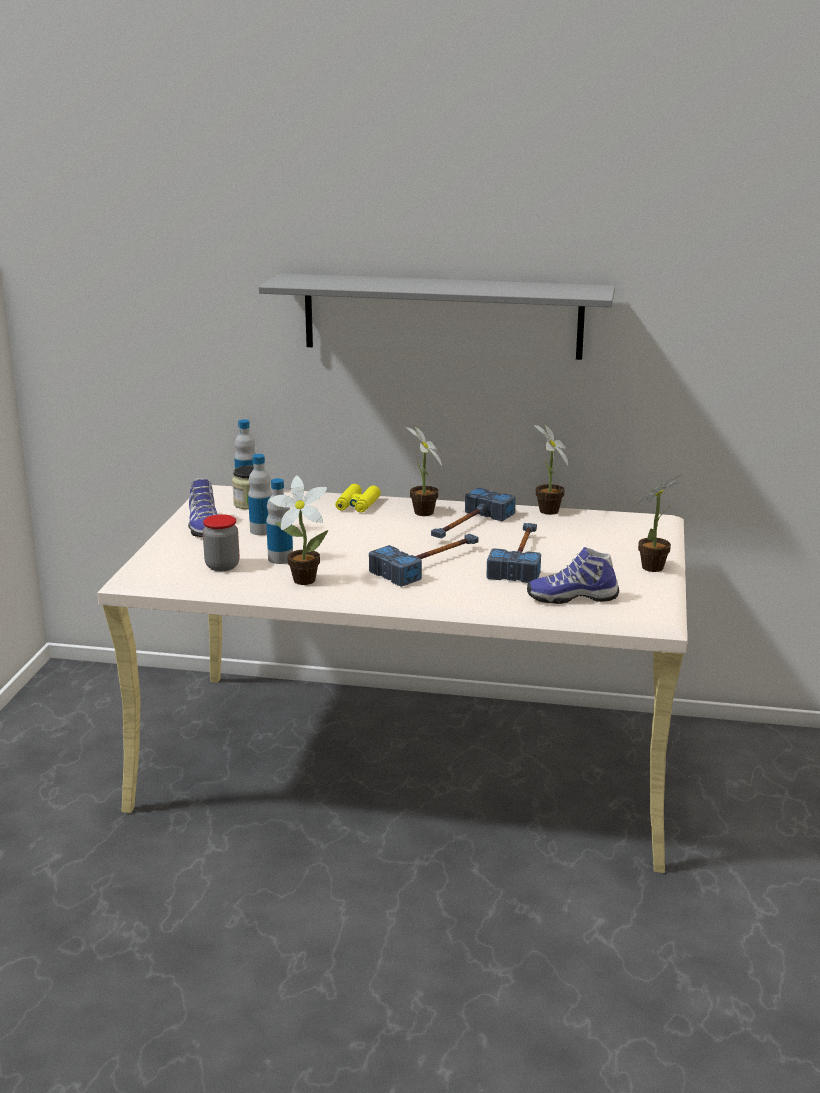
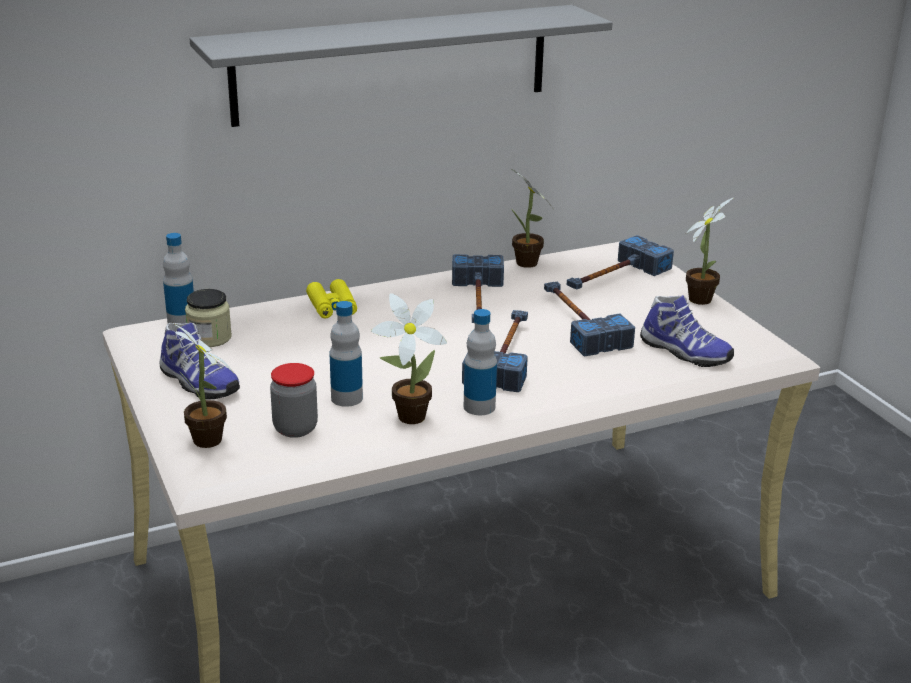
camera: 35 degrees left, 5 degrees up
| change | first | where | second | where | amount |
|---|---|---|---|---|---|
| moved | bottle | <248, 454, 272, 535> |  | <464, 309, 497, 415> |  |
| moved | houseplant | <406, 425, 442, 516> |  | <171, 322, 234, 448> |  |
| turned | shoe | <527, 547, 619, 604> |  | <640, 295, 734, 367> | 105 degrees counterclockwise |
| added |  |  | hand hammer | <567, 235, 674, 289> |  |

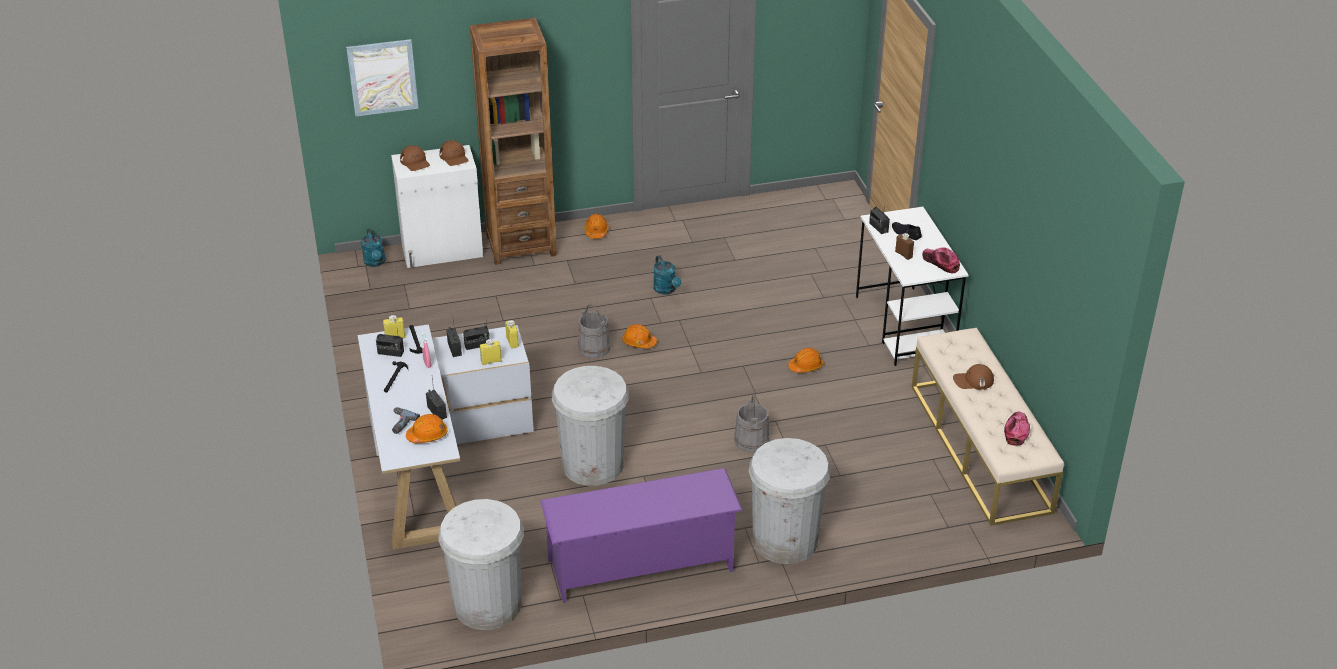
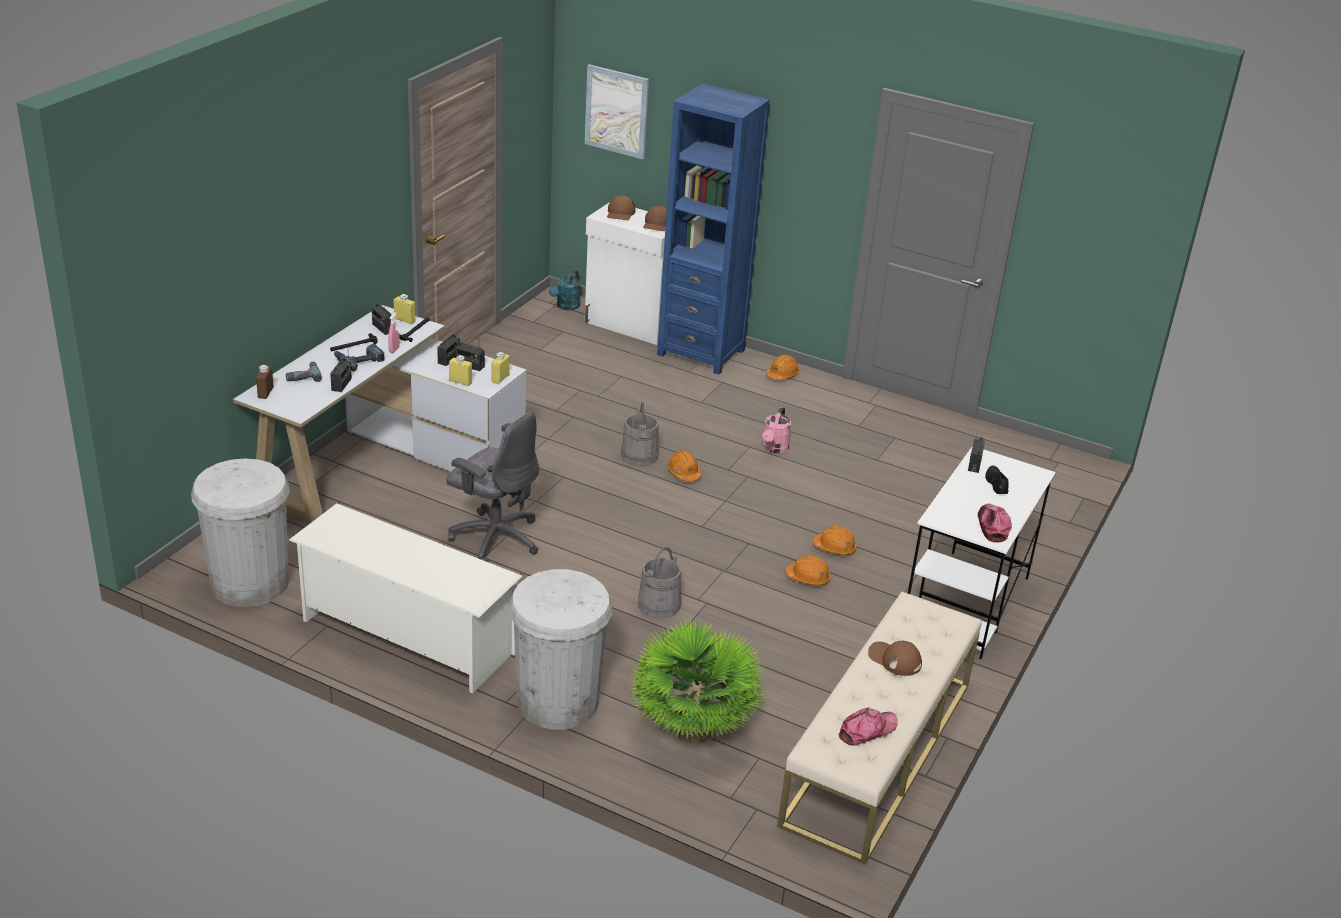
camera: 40 degrees right, 5 degrees down
| change | first | where | second | where | amount |
|---|---|---|---|---|---|
| moved | safety helmet (orange-coloured) | <406, 414, 448, 443> |  | <813, 526, 857, 555> |  |
| recoloured | bookshelf (brown) | <470, 18, 557, 265> | bookshelf (bluish) | <657, 83, 770, 375> |  |
| recoloured | shoe rack (purplish) | <540, 468, 743, 603> | shoe rack (whitish) | <289, 503, 522, 693> |  |
| replaced | waste bin (whitish) | <552, 366, 629, 486> | office chair (greyish) | <447, 412, 539, 562> |  |
| recoloured | watering pot (turquoise-coloured) | <653, 255, 681, 294> | watering pot (pink) | <762, 407, 791, 453> |  |
| moved | bottle (brown) | <895, 233, 914, 260> |  | <256, 365, 274, 399> |  |
| added |  |  | electric drill | <334, 344, 384, 371> |  |
| added |  |  | houseplant | <629, 620, 766, 745> |  |

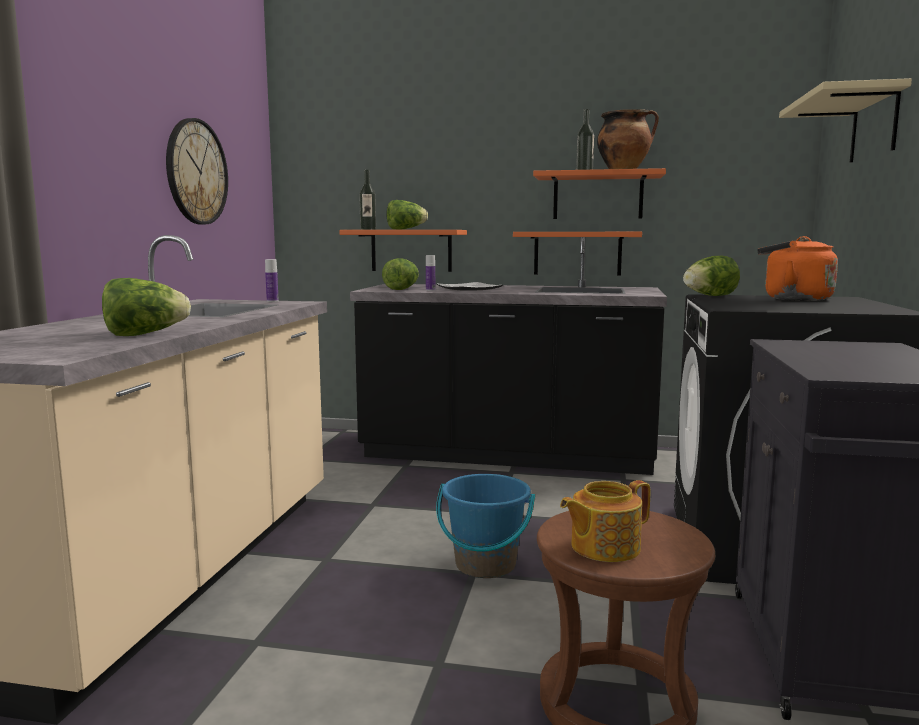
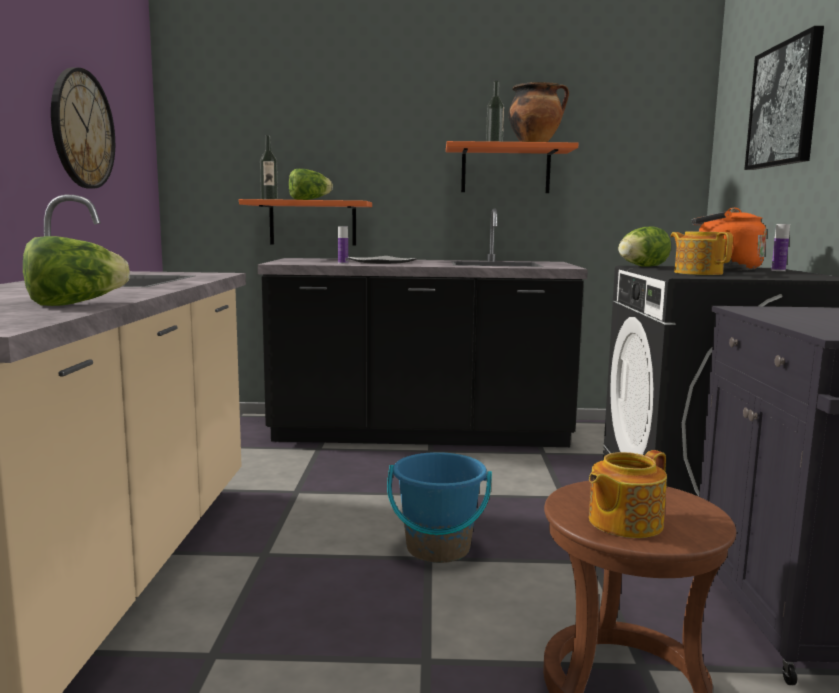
camera: 10 degrees left, 0 degrees up
| change | first | where | second | where | amount |
|---|---|---|---|---|---|
| moved | bottle | <265, 259, 279, 302> |  | <771, 224, 790, 271> |  |
| removed | lettuce head | <382, 258, 419, 290> |  |  |  |
| removed | bracket shelf (orange-coloured) | <513, 232, 642, 276> |  |  |  |
| replaced | bracket shelf (beige) | <779, 78, 912, 163> | picture | <744, 26, 824, 170> |  |
| added |  |  | teapot | <671, 231, 733, 275> |  |

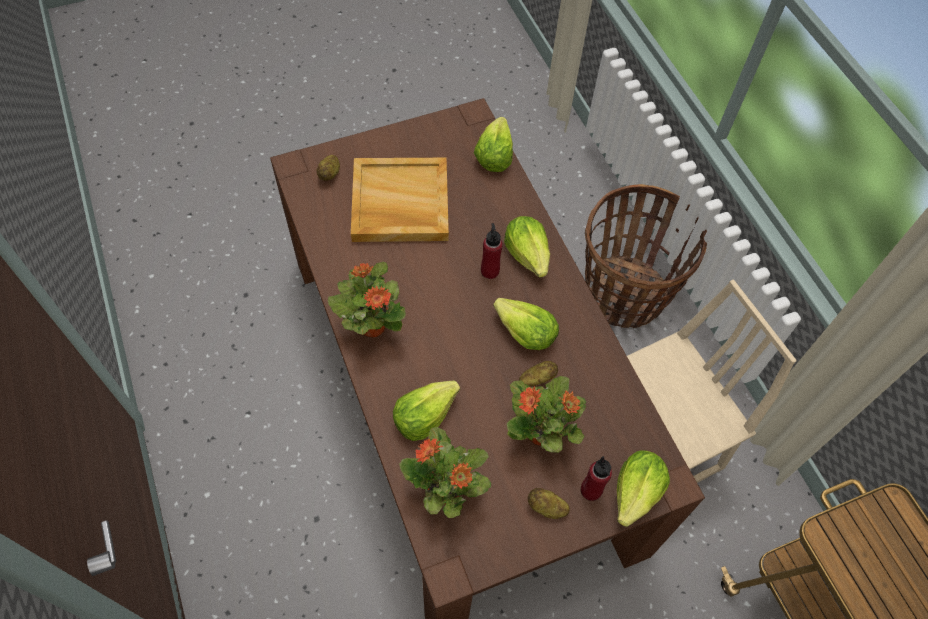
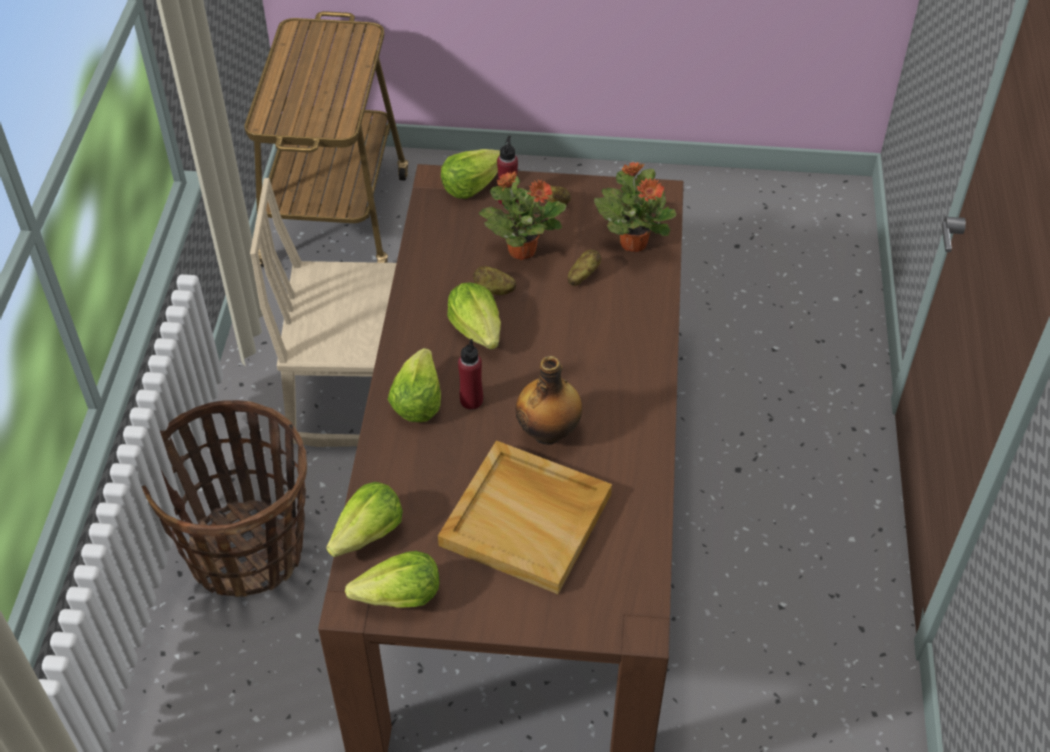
camera: 150 degrees left, 10 degrees down
| change | first | where | second | where | amount |
|---|---|---|---|---|---|
| moved | whole potato | <317, 155, 340, 181> |  | <568, 250, 601, 286> |  |
| removed | houseplant | <328, 262, 406, 337> |  |  |  |
| moved | lettuce head | <393, 380, 460, 441> |  | <345, 551, 440, 608> |  |
| added |  |  | bottle | <516, 356, 582, 445> |  |

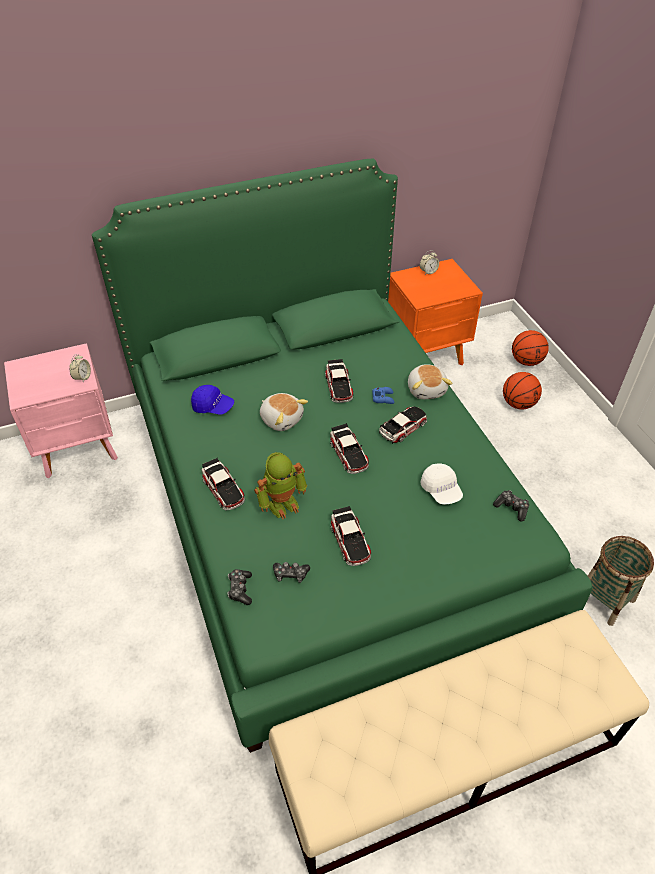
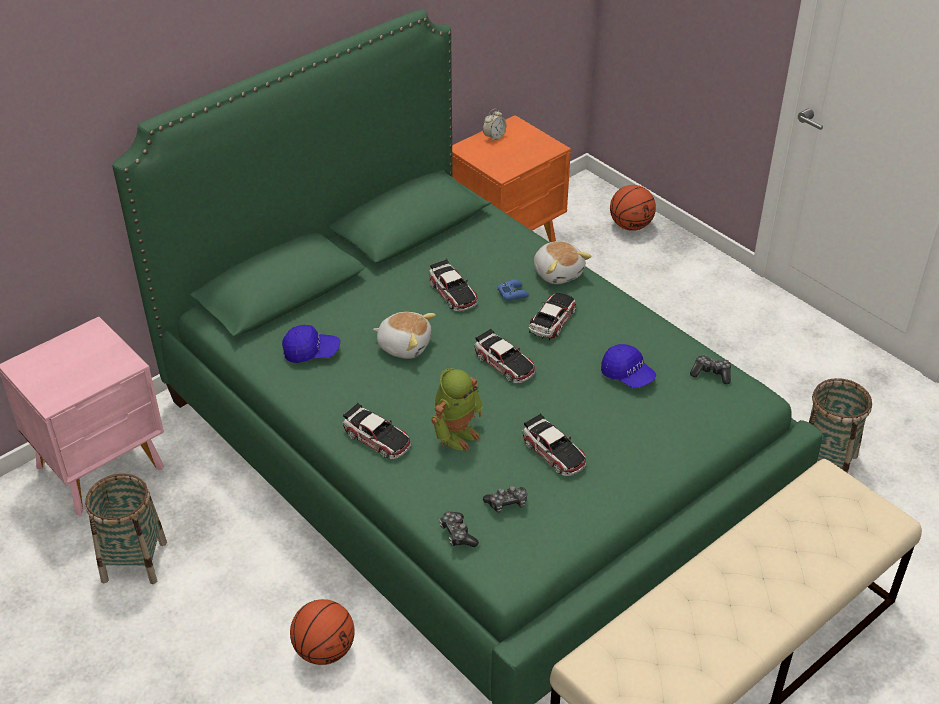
camera: 20 degrees left, 5 degrees down
| change | first | where | second | where | amount |
|---|---|---|---|---|---|
| removed | bedside clock | <70, 354, 91, 383> |  |  |  |
| recoloured | cap (whitish) | <420, 463, 463, 504> | cap (bluish) | <601, 344, 656, 388> |  |
| moved | ball for basketball | <503, 372, 542, 410> |  | <290, 599, 355, 665> |  |
| added |  |  | household basket | <85, 474, 167, 584> |  |

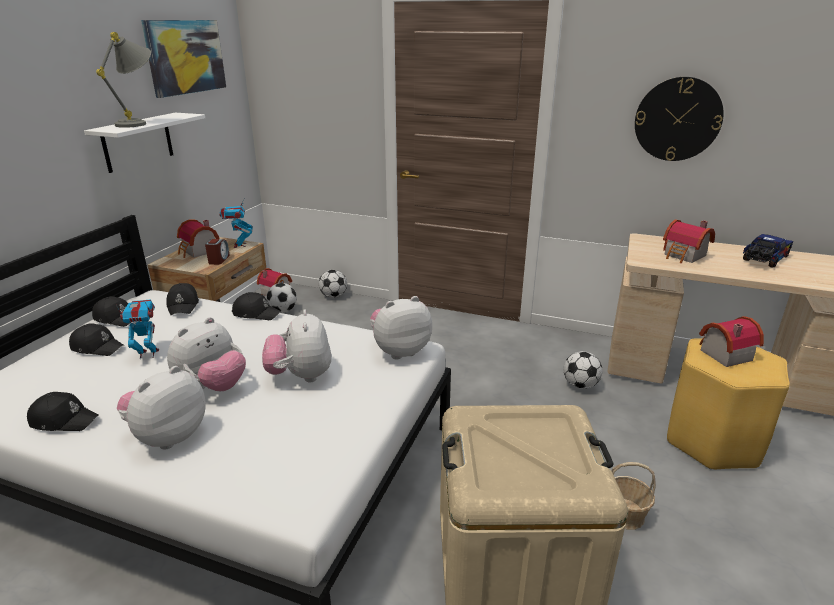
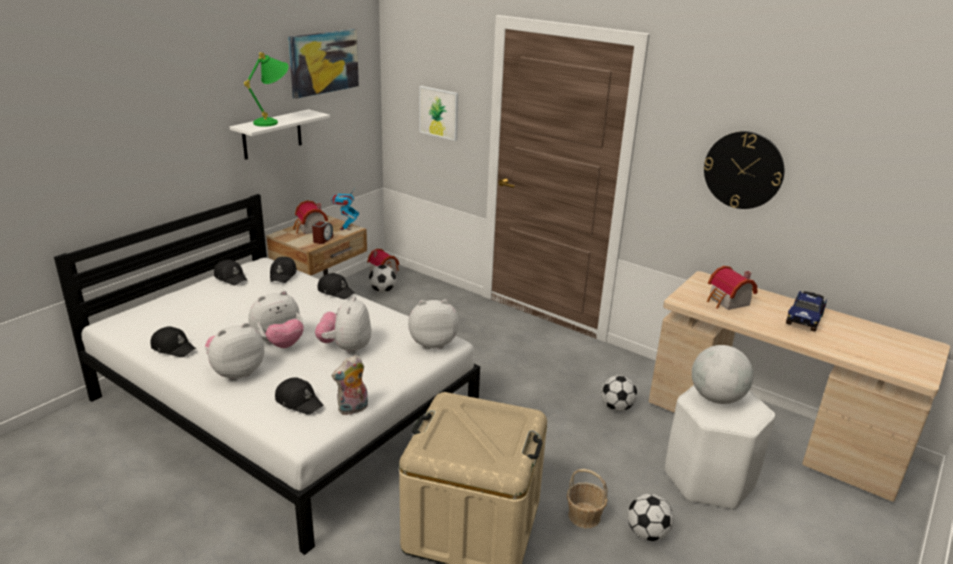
camera: 15 degrees right, 0 degrees up
| change | first | where | second | where | amount |
|---|---|---|---|---|---|
| moved | cap (black) | <69, 323, 124, 356> |  | <275, 377, 323, 415> |  |
| recoloured | lamp for a table (greyish) | <96, 32, 151, 128> | lamp for a table (green) | <244, 52, 289, 127> |  |
| removed | robot figure | <116, 300, 159, 359> |  |  |  |
| moved | football ball | <319, 270, 347, 298> |  | <628, 494, 674, 541> |  |
| recoloured | sitting stool (yellowish) | <667, 339, 790, 469> | sitting stool (whitish) | <665, 385, 775, 510> |  |
| replaced | toy house | <699, 316, 764, 367> | desk globe | <692, 345, 753, 404> |  |
| turned | toy lorry | <743, 234, 794, 268> |  | <786, 291, 827, 332> | 150 degrees clockwise |
| added |  |  | cuddly toy | <332, 355, 368, 416> |  |
| added |  |  | picture | <420, 86, 458, 141> |  |

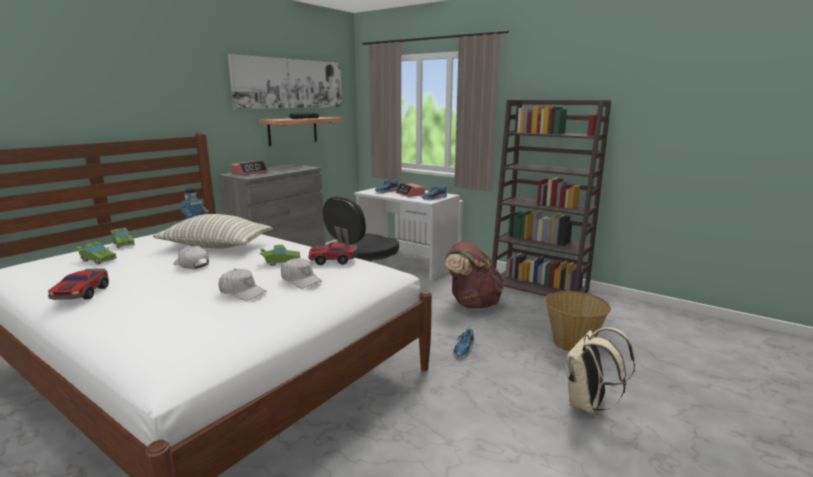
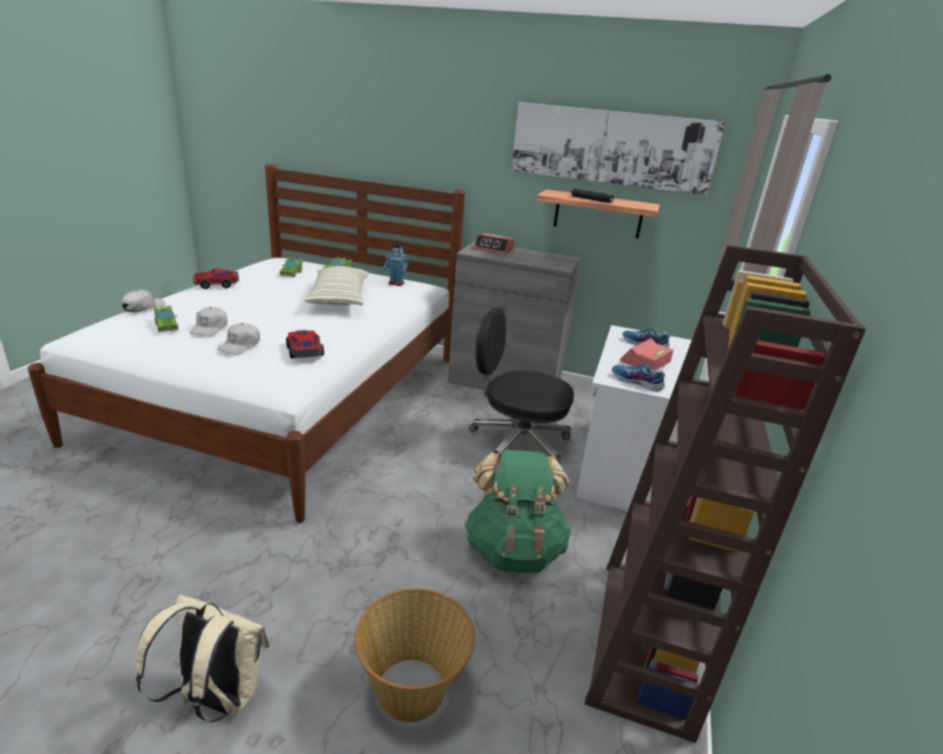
camera: 70 degrees right, 10 degrees up
| change | first | where | second | where | amount |
|---|---|---|---|---|---|
| moved | cap (whitish) | <174, 246, 209, 269> |  | <122, 290, 166, 313> |  |
| moved | toy car (green) | <259, 245, 301, 266> |  | <153, 306, 179, 332> |  |
| recoloured | rucksack (brown) | <445, 242, 504, 308> | rucksack (green) | <465, 450, 572, 573> |  |
| removed | shoe | <453, 328, 474, 357> |  |  |  |

